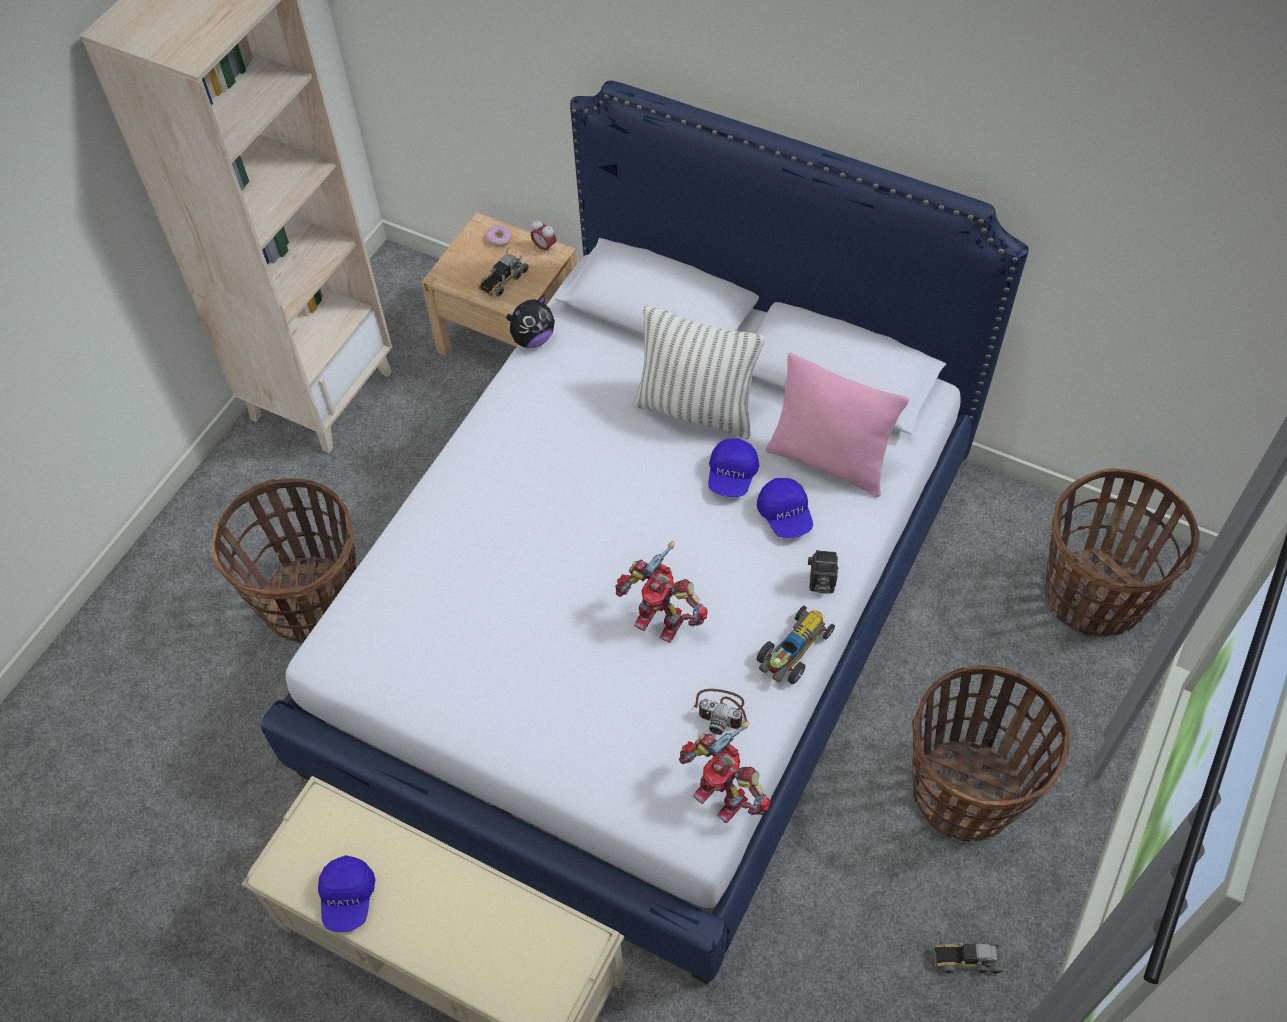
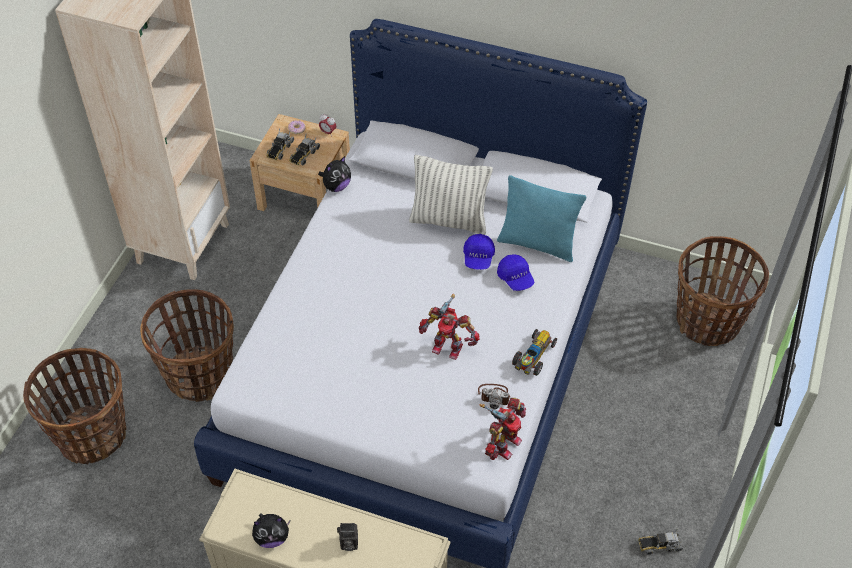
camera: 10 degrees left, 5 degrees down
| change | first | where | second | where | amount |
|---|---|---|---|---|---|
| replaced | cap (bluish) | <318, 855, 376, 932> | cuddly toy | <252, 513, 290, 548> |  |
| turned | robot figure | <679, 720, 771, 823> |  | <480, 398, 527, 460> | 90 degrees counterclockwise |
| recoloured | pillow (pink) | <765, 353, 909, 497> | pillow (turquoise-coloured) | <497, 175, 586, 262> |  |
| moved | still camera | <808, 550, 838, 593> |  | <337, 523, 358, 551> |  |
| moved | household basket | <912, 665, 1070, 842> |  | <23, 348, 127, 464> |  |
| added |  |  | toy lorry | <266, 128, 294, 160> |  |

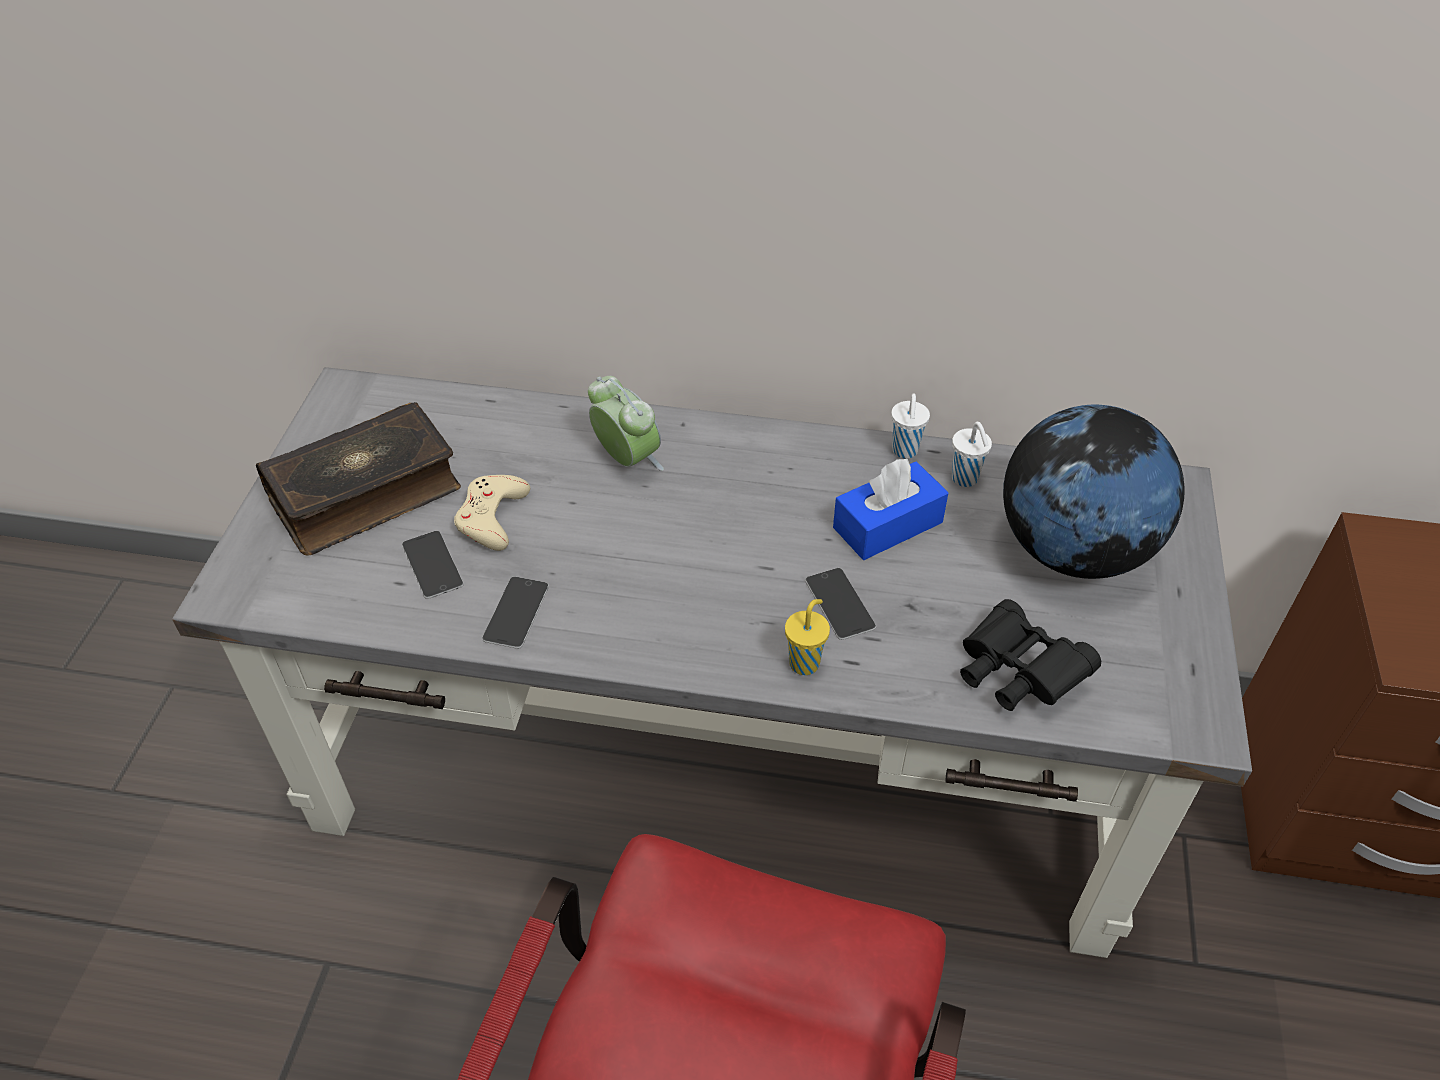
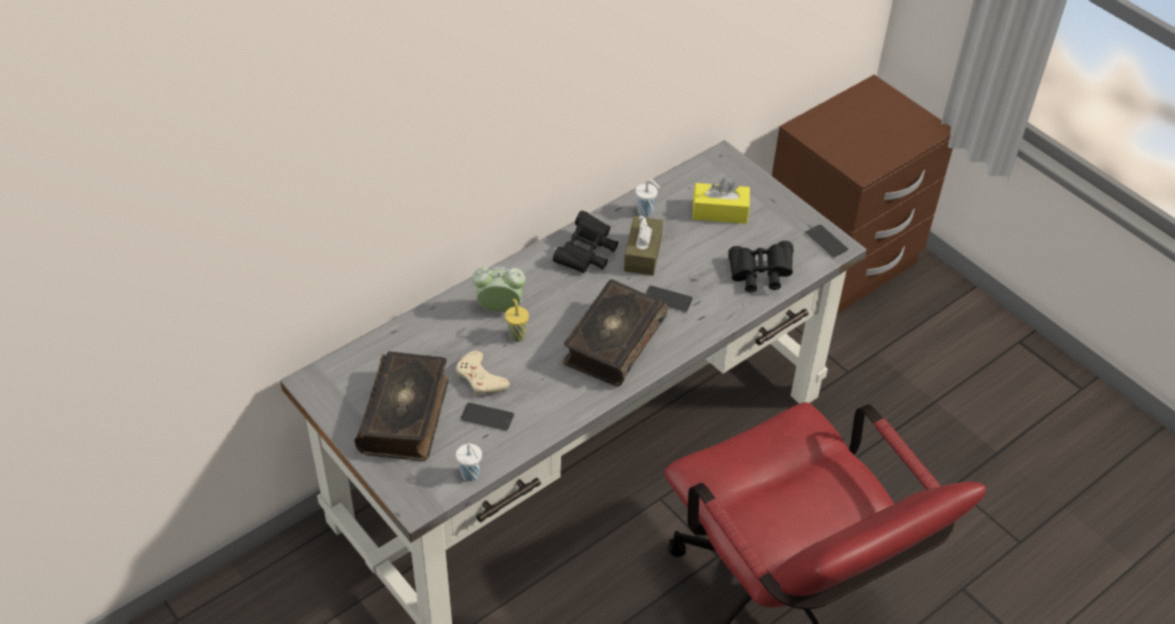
camera: 50 degrees left, 0 degrees up
| change | first | where | second | where | amount |
|---|---|---|---|---|---|
| moved | handset | <482, 577, 549, 649> |  | <804, 224, 849, 259> |  |
| moved | small cup (yellowish) | <785, 599, 830, 675> |  | <505, 299, 529, 342> |  |
| recoloured | tissue box (bluish) | <833, 459, 949, 560> | tissue box (brown) | <624, 215, 663, 276> |  |
| moved | small cup (whitish) | <891, 394, 930, 459> |  | <456, 443, 482, 481> |  |
| replaced | desk globe | <1003, 405, 1185, 579> | tissue box (yellowish) | <692, 178, 750, 224> |  |
| added |  |  | field glasses (black) | <553, 211, 618, 273> |  |
| added |  |  | book | <563, 279, 668, 387> |  |

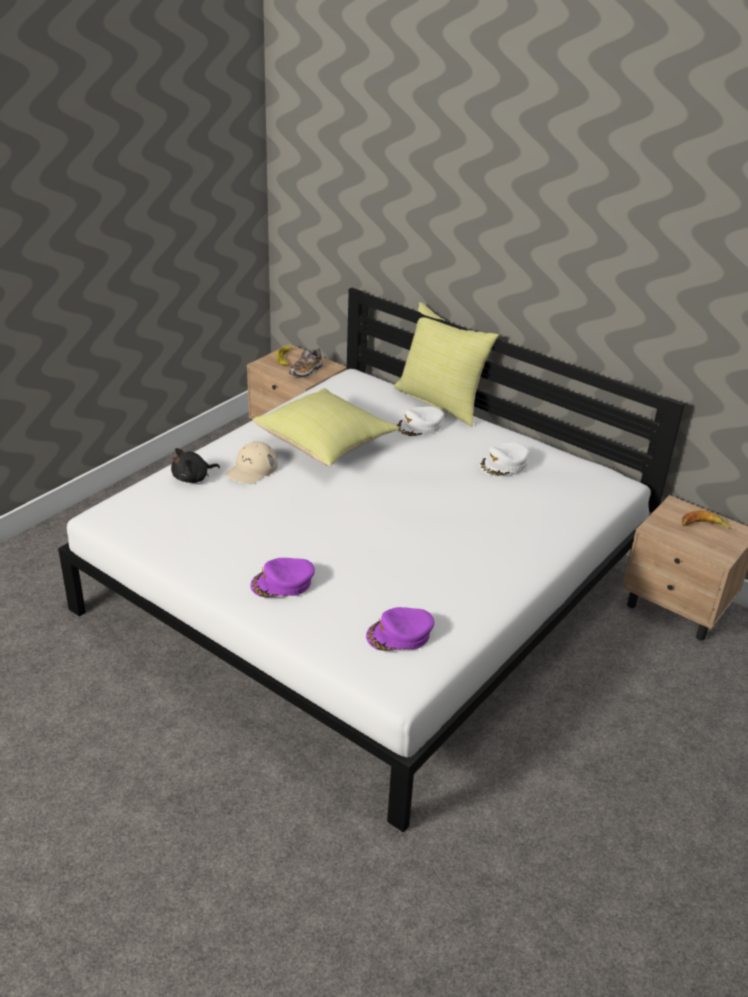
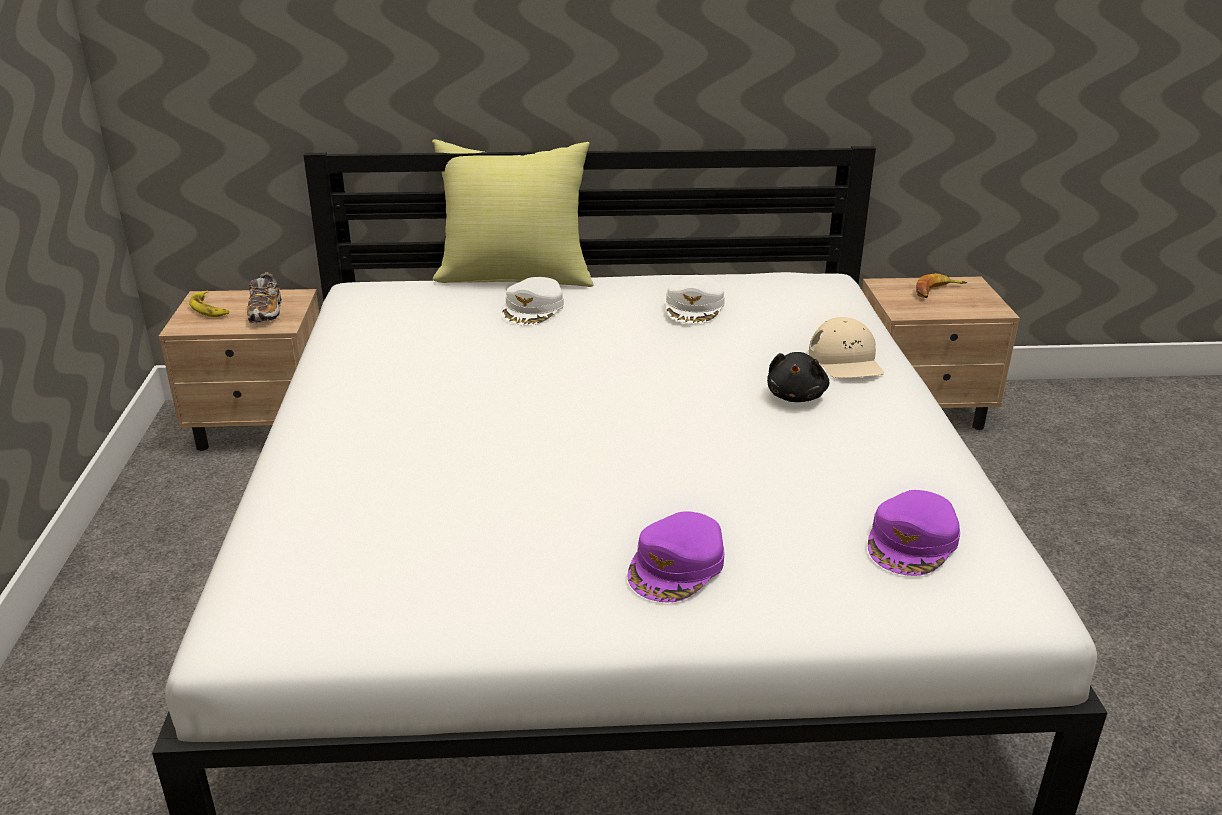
camera: 40 degrees left, 5 degrees down
| change | first | where | second | where | amount |
|---|---|---|---|---|---|
| moved | cuddly toy (black) | <171, 448, 220, 483> |  | <767, 352, 829, 402> |  |
| moved | cap (beige) | <225, 442, 278, 484> |  | <809, 317, 884, 378> |  |
| removed | pillow (yellowish) | <253, 388, 399, 466> |  |  |  |

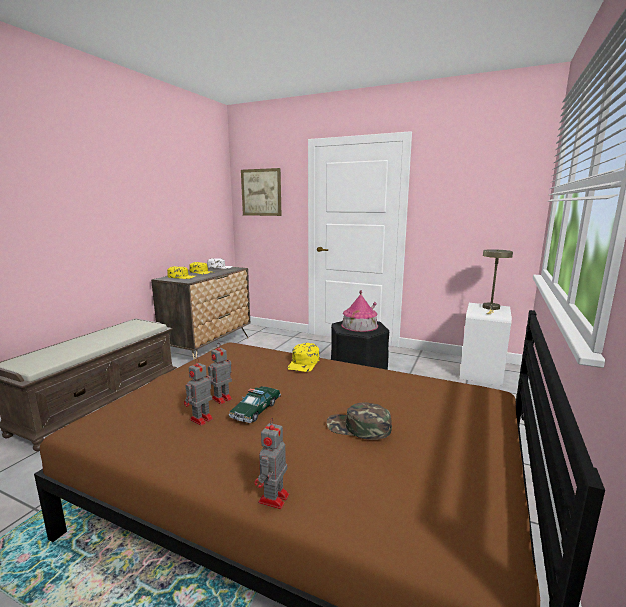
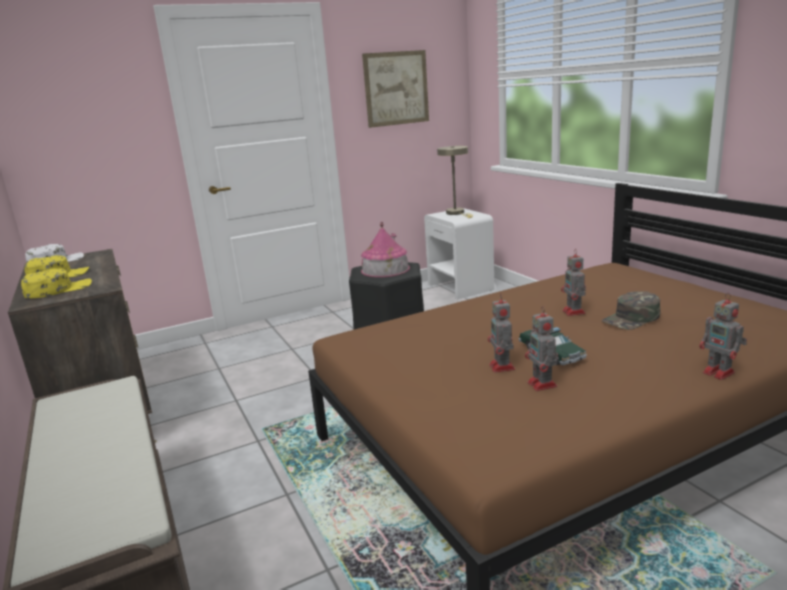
camera: 50 degrees left, 5 degrees up
| change | first | where | second | where | amount |
|---|---|---|---|---|---|
| moved | picture | <241, 168, 281, 216> |  | <362, 50, 429, 128> |  |
| removed | cap (yellowish) | <287, 343, 320, 372> |  |  |  |
| added |  |  | robot figure | <561, 251, 586, 316> |  |

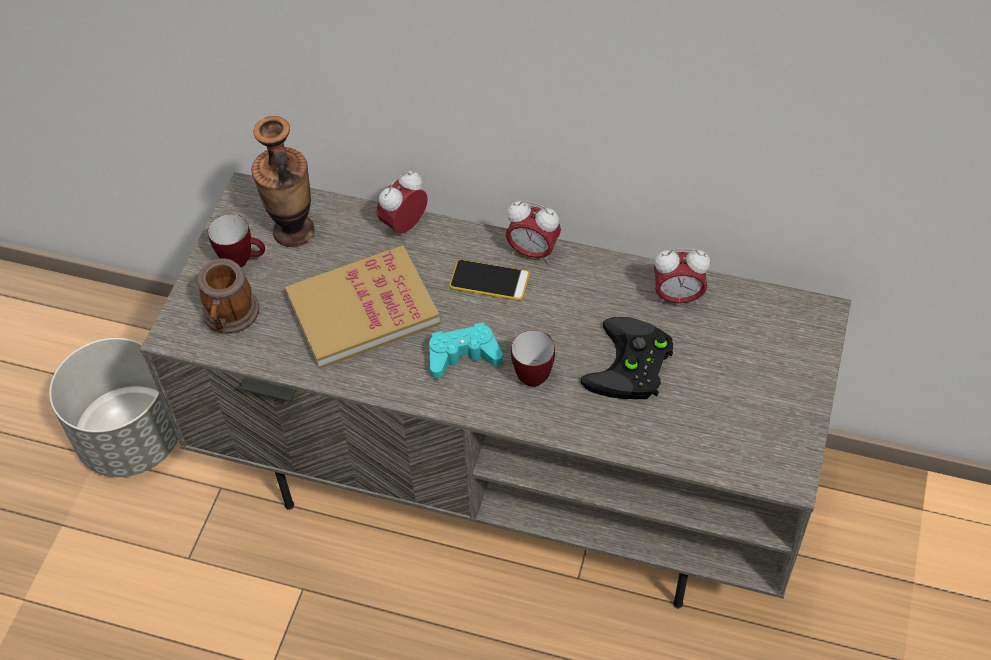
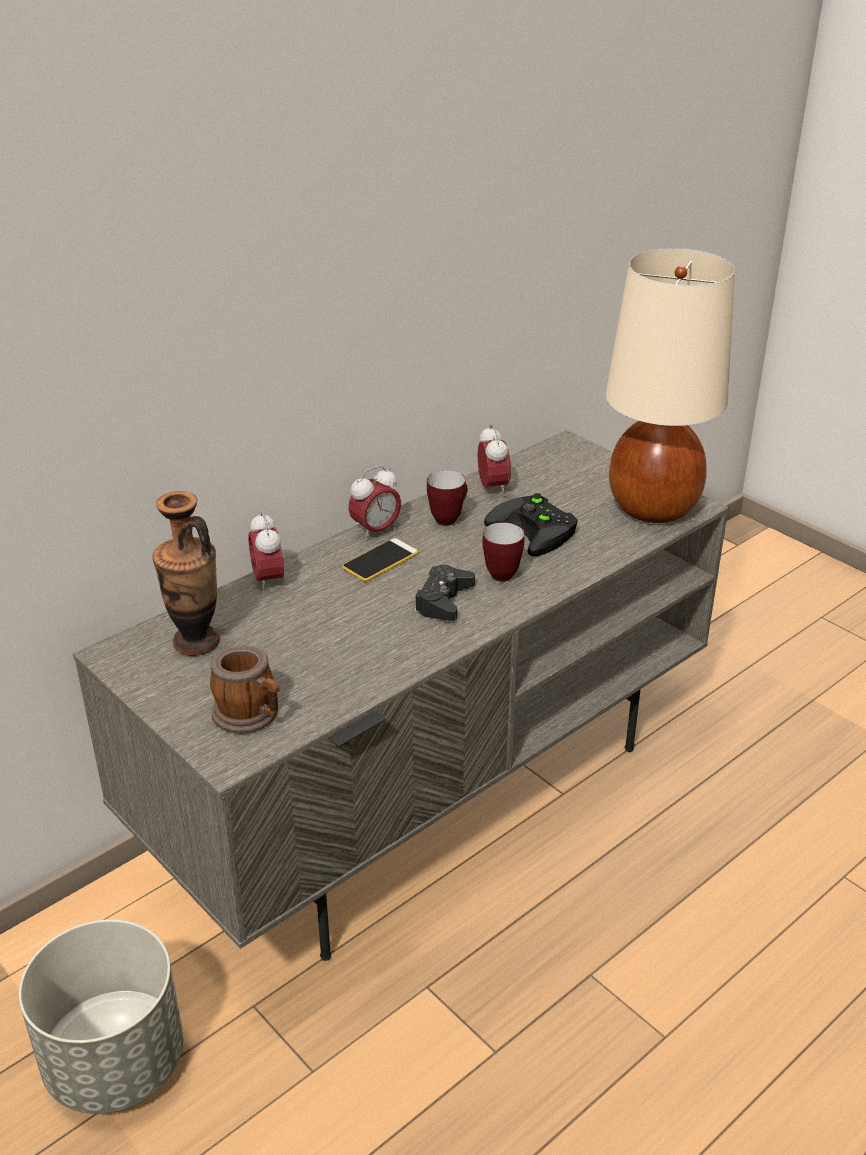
camera: 60 degrees left, 20 degrees down
| change | first | where | second | where | amount |
|---|---|---|---|---|---|
| moved | mug | <208, 214, 265, 267> |  | <427, 470, 468, 526> |  |
| removed | book | <285, 245, 440, 369> |  |  |  |
| recoloured | game controller (turquoise-coloured) | <429, 323, 503, 379> | game controller (black) | <414, 565, 475, 621> |  |
| turned | bedside clock | <654, 248, 710, 305> |  | <478, 424, 511, 496> | 45 degrees counterclockwise |
| added |  |  | lamp for a table (beige) | <606, 248, 735, 523> |  |

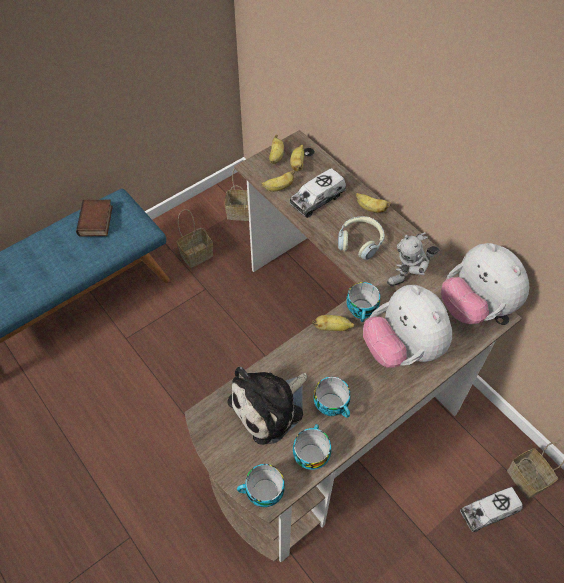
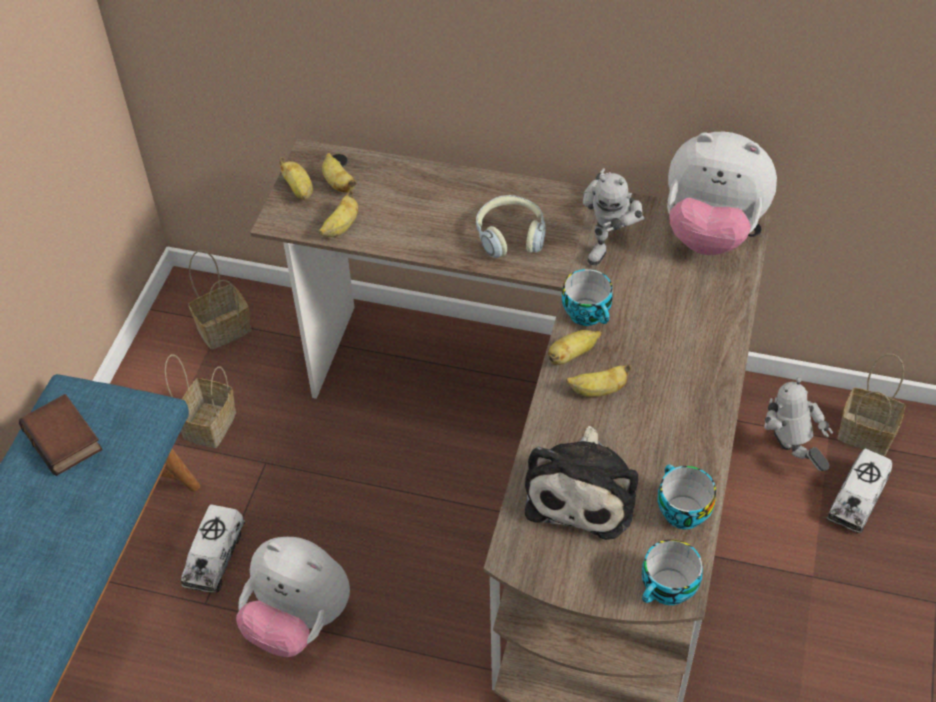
camera: 35 degrees left, 5 degrees down
| change | first | where | second | where | amount |
|---|---|---|---|---|---|
| moved | toy lorry | <289, 168, 346, 218> |  | <181, 504, 245, 593> |  |
| removed | small cup | <314, 377, 350, 418> |  |  |  |
| moved | banana fruit | <356, 193, 391, 213> |  | <566, 364, 631, 397> |  |
| moved | cuddly toy | <363, 285, 452, 368> |  | <236, 537, 350, 657> |  |
| added |  |  | robot figure | <764, 377, 833, 471> |  |

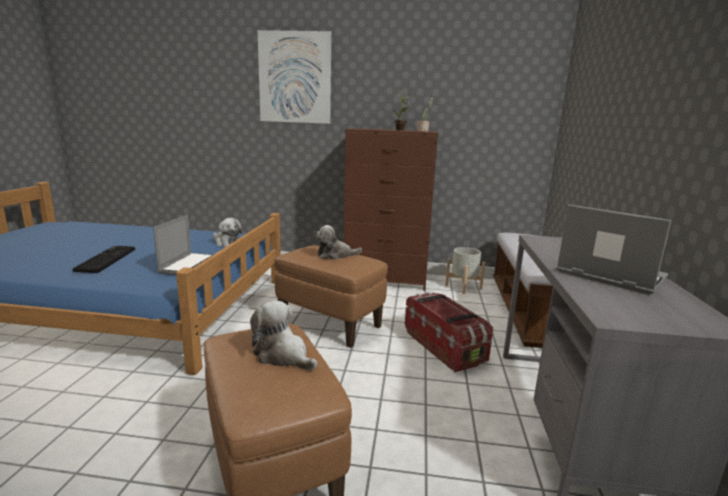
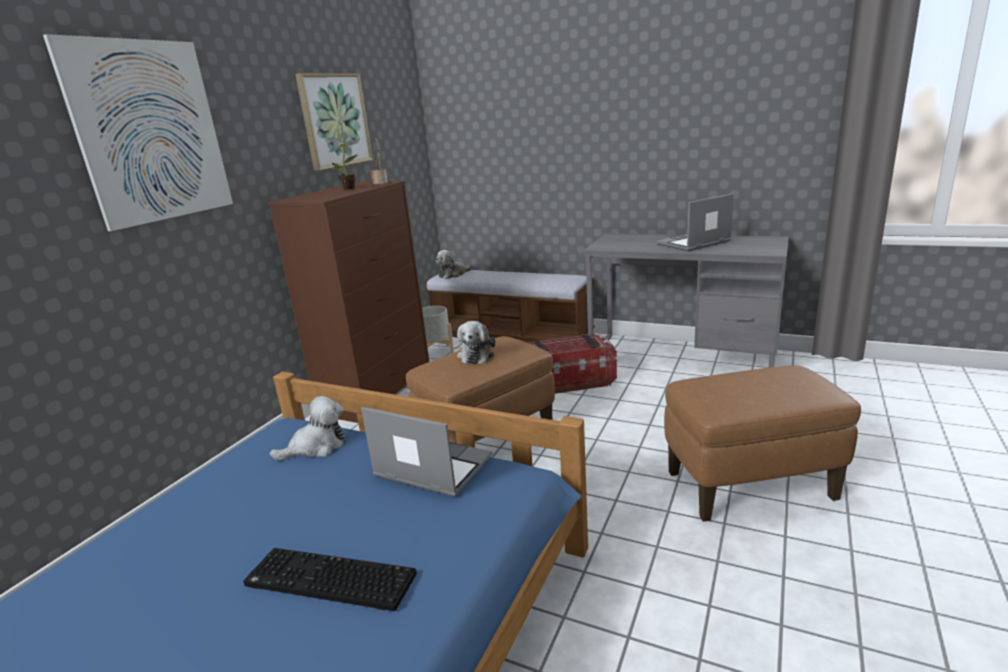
camera: 70 degrees left, 5 degrees up
| change | first | where | second | where | amount |
|---|---|---|---|---|---|
| moved | cuddly toy | <250, 300, 317, 370> |  | <436, 250, 473, 279> |  |
| added |  |  | picture | <295, 73, 373, 171> |  |

